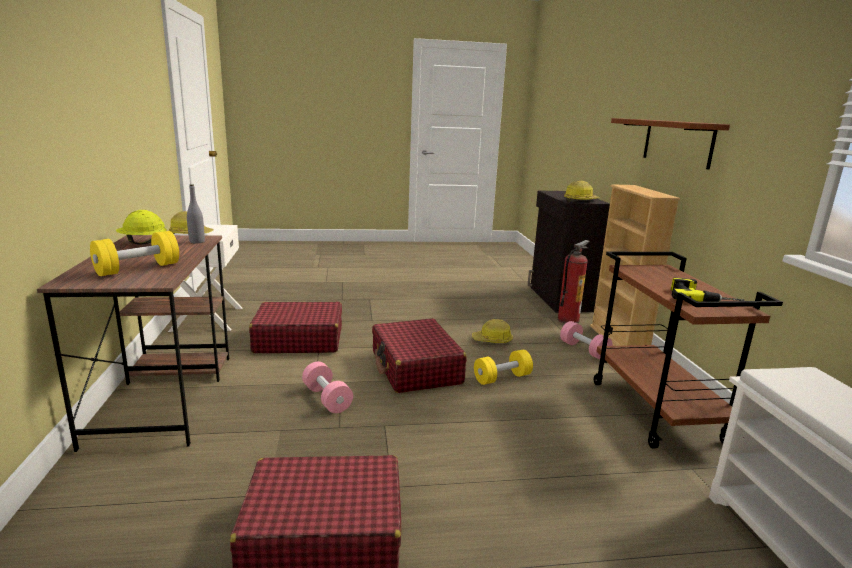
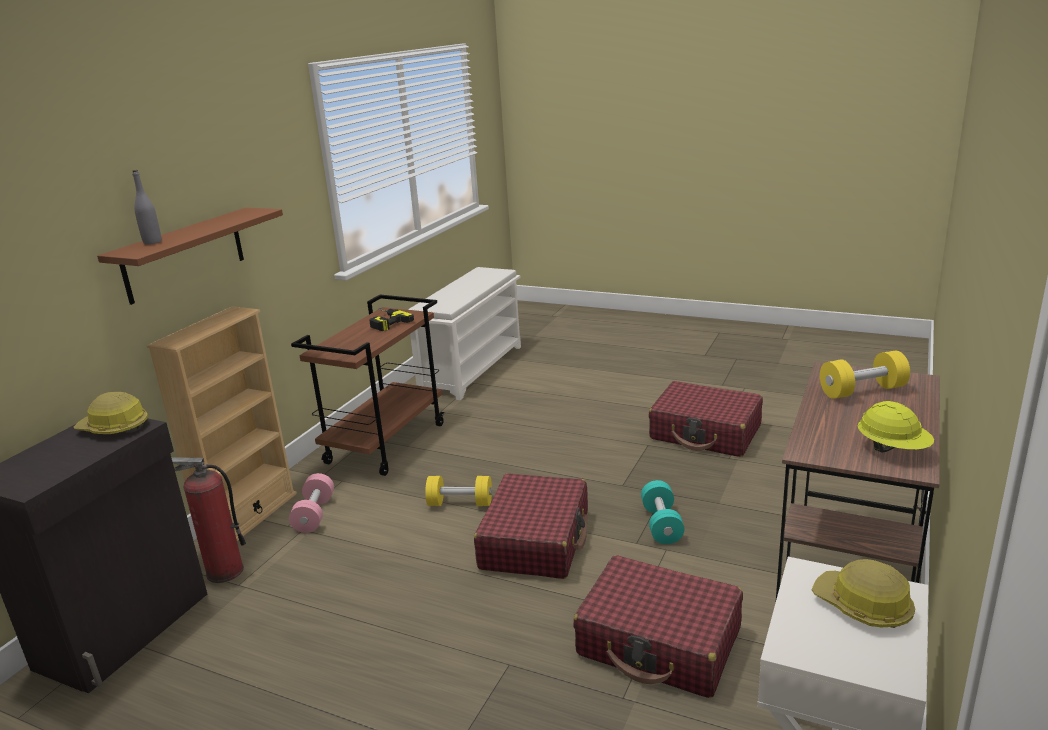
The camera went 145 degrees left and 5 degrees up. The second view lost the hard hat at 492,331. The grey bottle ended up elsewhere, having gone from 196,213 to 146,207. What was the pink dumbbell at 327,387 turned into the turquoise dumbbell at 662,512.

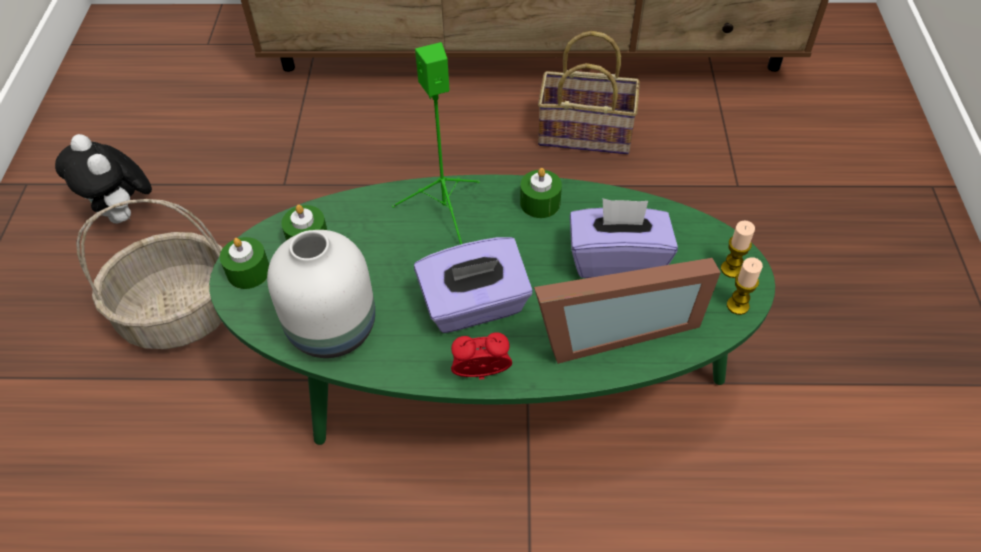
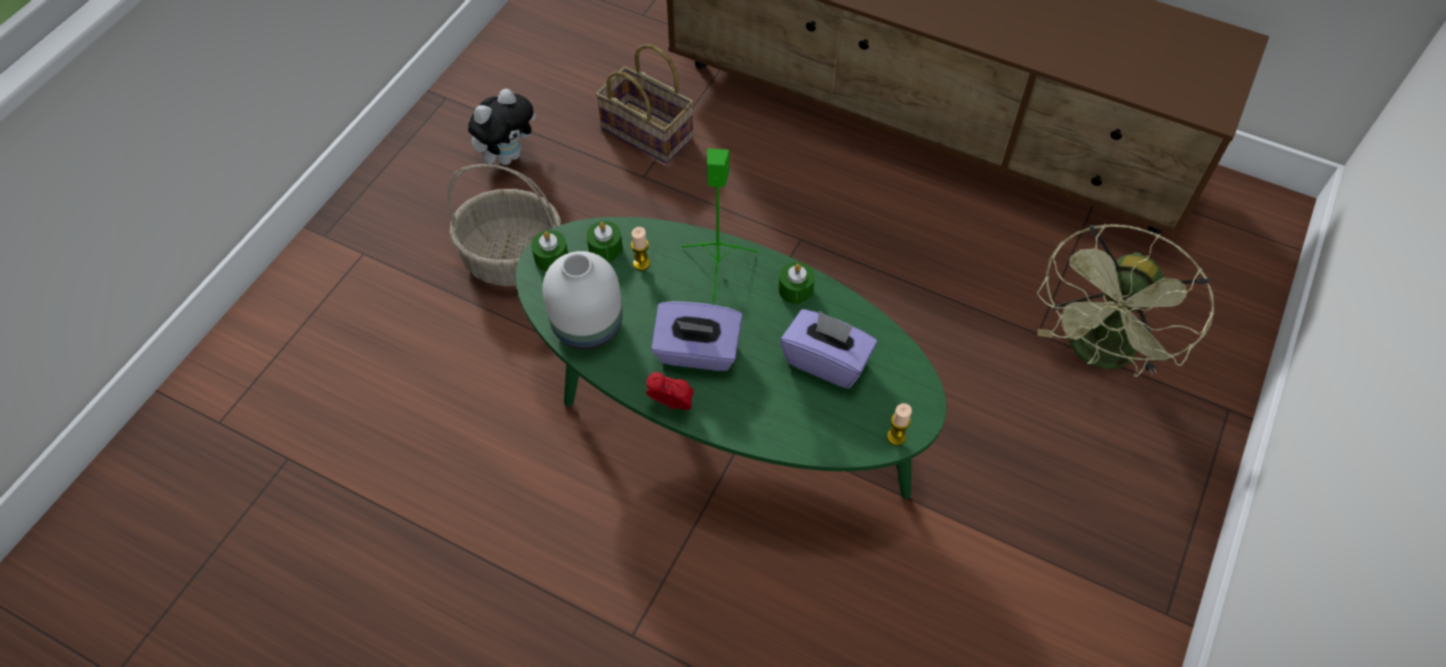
The camera went 25 degrees right and 5 degrees up. The second view lost the picture frame at 627,311. The second view gained the green fan at 1125,300. The basket ended up elsewhere, having gone from 589,92 to 644,104. The candle ended up elsewhere, having gone from 738,249 to 640,248. The plush toy at 103,179 ended up facing another way, 120 degrees counterclockwise from before.

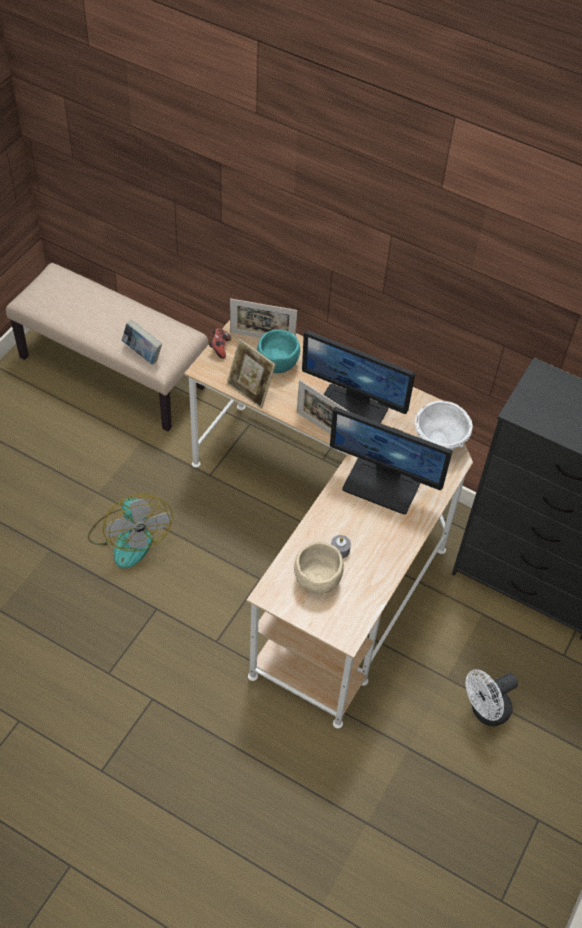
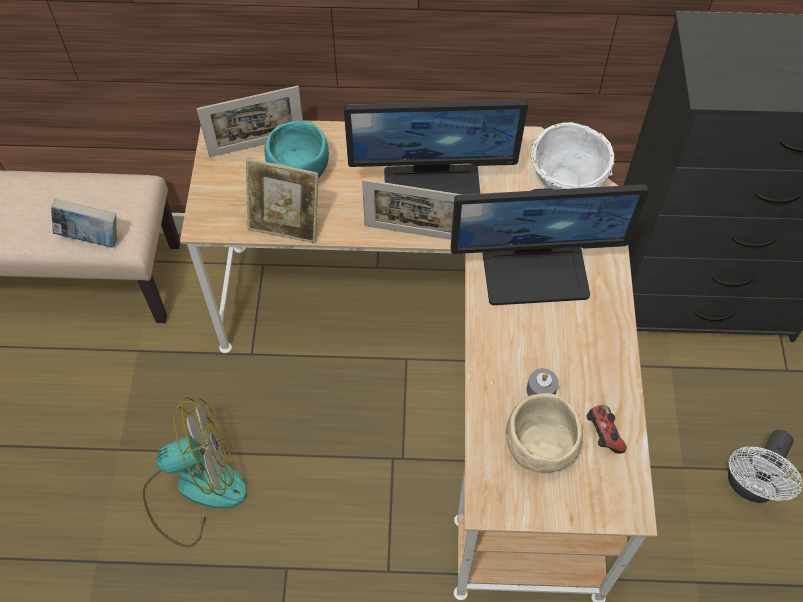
The camera went 25 degrees left and 5 degrees up. The game controller ended up elsewhere, having gone from 220,343 to 606,429. The fan at 130,531 ended up facing another way, 60 degrees counterclockwise from before.

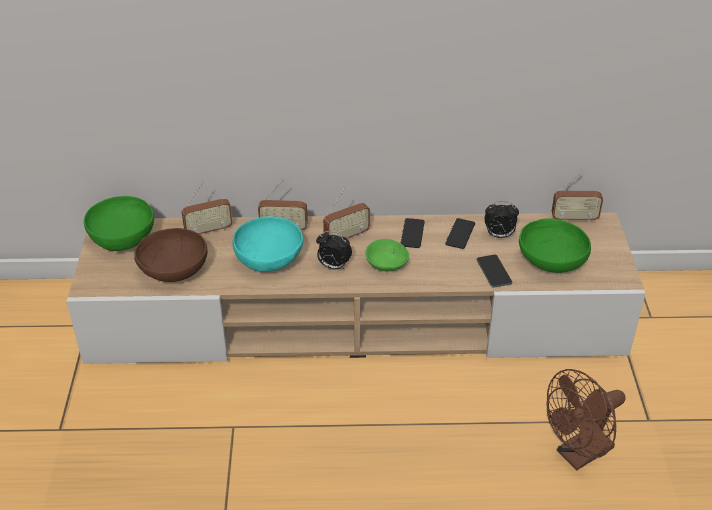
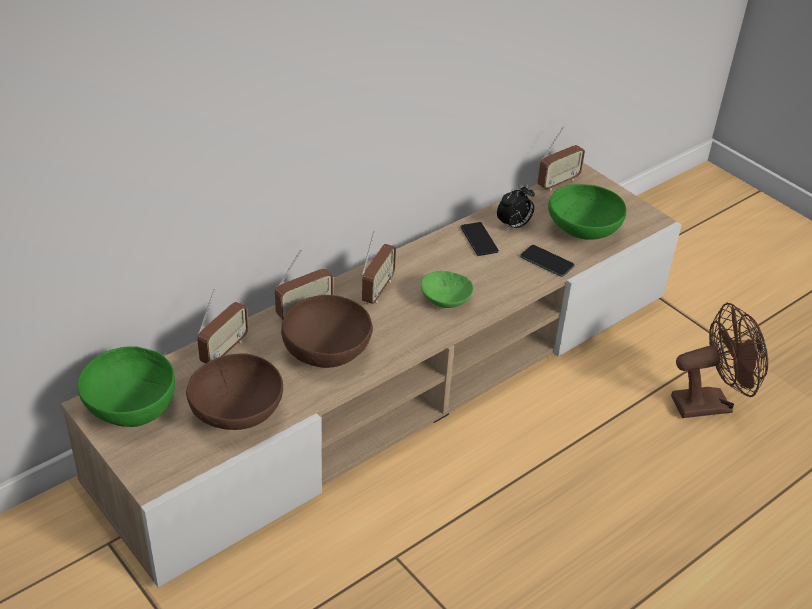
The camera went 40 degrees left and 0 degrees up. The second view lost the alarm clock at 334,250. The second view lost the phone at 413,233. What was the turquoise bowl at 268,244 turned into the brown bowl at 327,331. The brown fan at 586,419 ended up facing another way, 120 degrees counterclockwise from before.

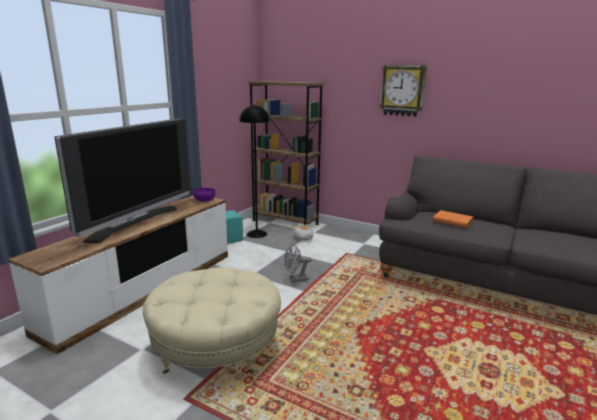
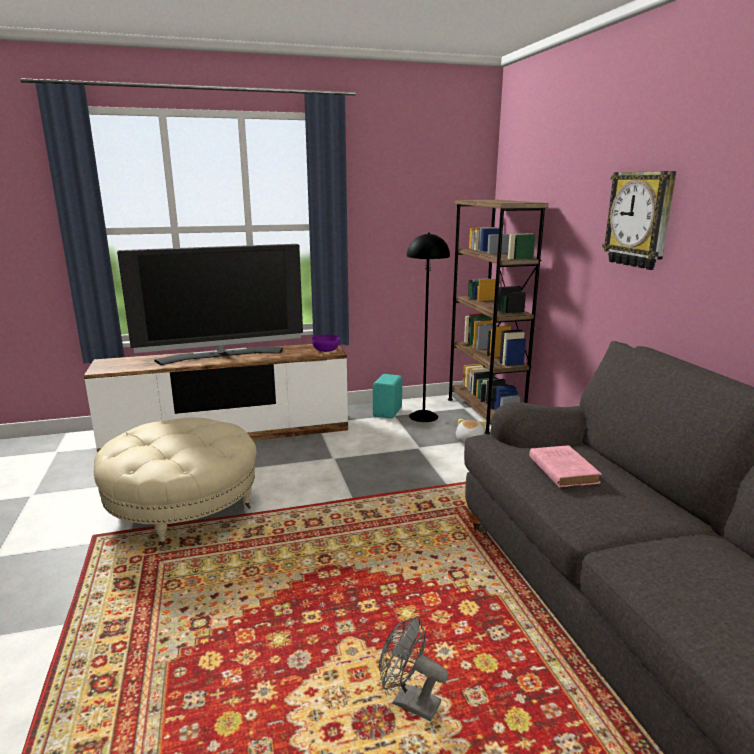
The camera went 45 degrees right and 0 degrees up. The grey fan ended up elsewhere, having gone from 298,263 to 413,668. What was the orange book at 453,219 turned into the pink book at 565,466.

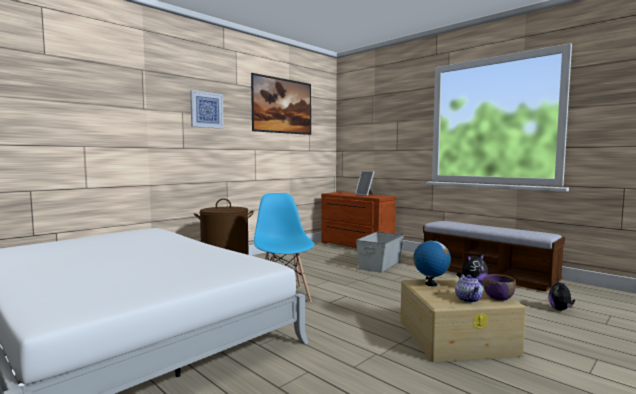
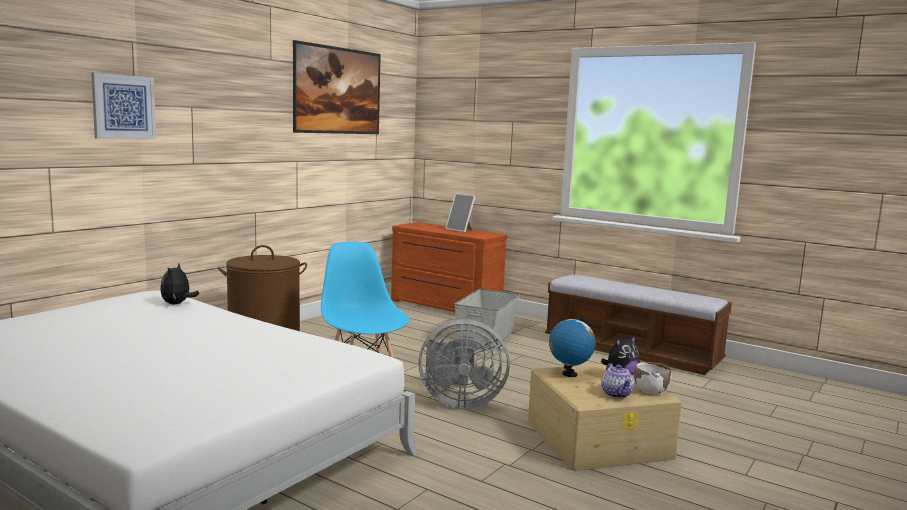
The camera went 10 degrees left and 5 degrees up. The second view gained the grey fan at 464,364. The picture ended up elsewhere, having gone from 207,109 to 123,105. The plush toy ended up elsewhere, having gone from 561,294 to 179,283. What was the purple bowl at 499,287 turned into the white bowl at 653,378.

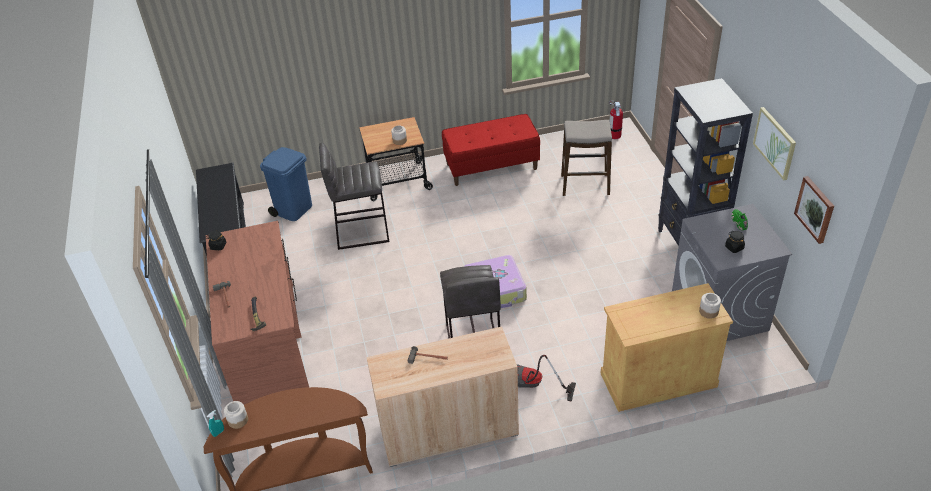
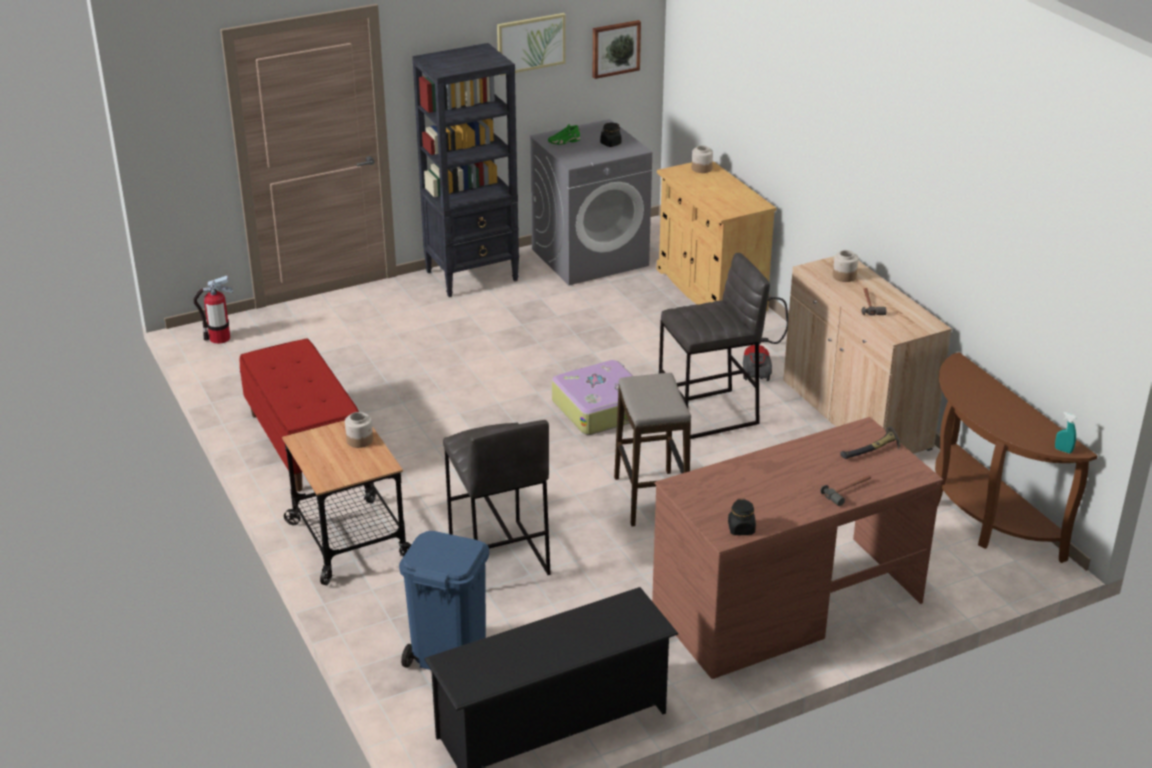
The camera went 105 degrees left and 10 degrees down. The jar ended up elsewhere, having gone from 236,415 to 846,266. The stool ended up elsewhere, having gone from 586,158 to 652,449.

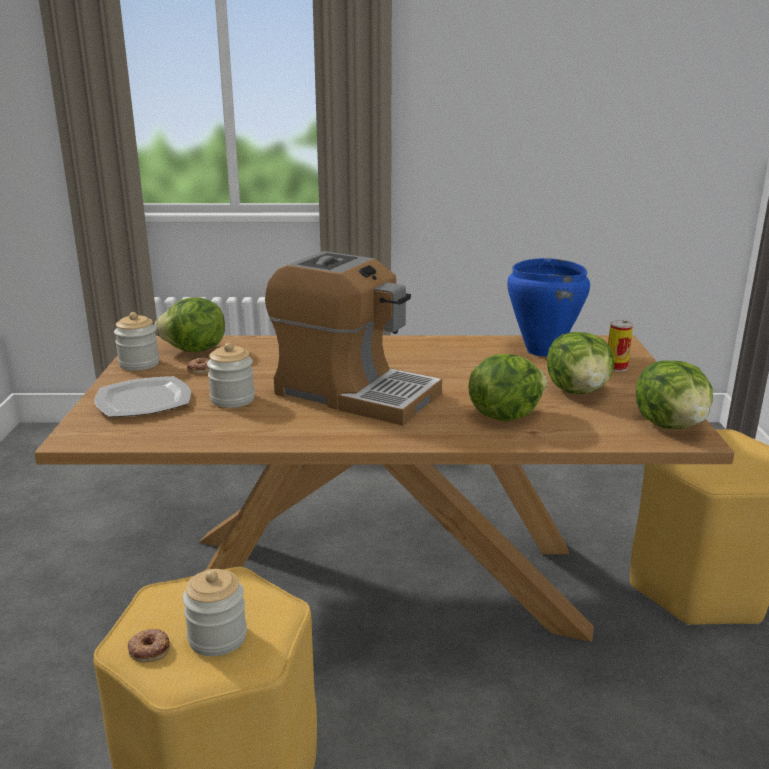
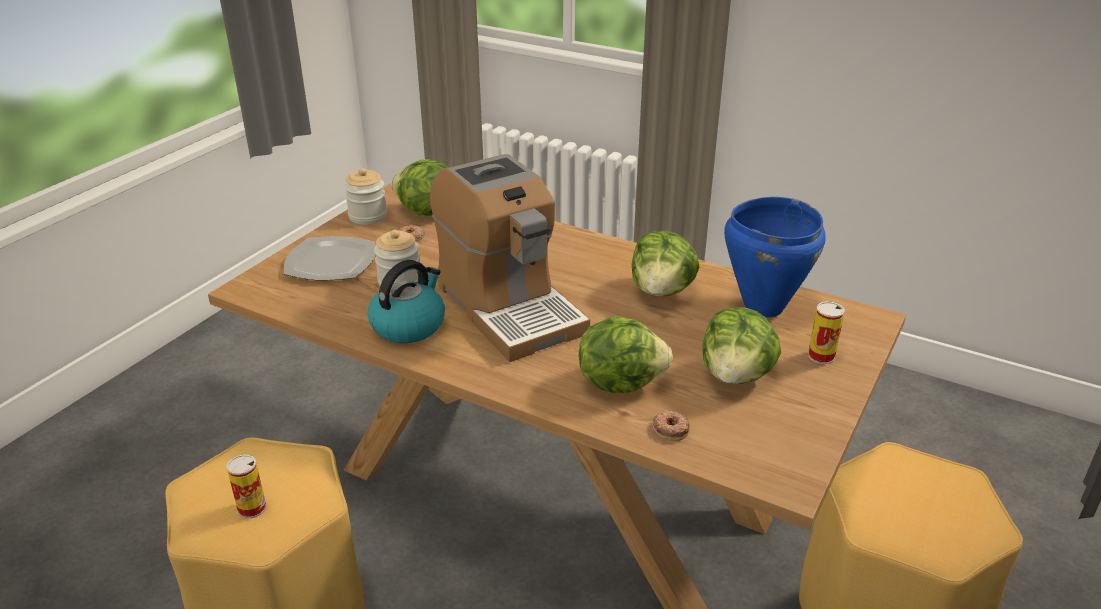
The camera went 30 degrees right and 10 degrees up. The second view gained the kettle at 406,301. The donut ended up elsewhere, having gone from 149,646 to 671,426. The lettuce ended up elsewhere, having gone from 674,394 to 665,263. Where the jar stood at 215,612, the can came to stand at 246,486.

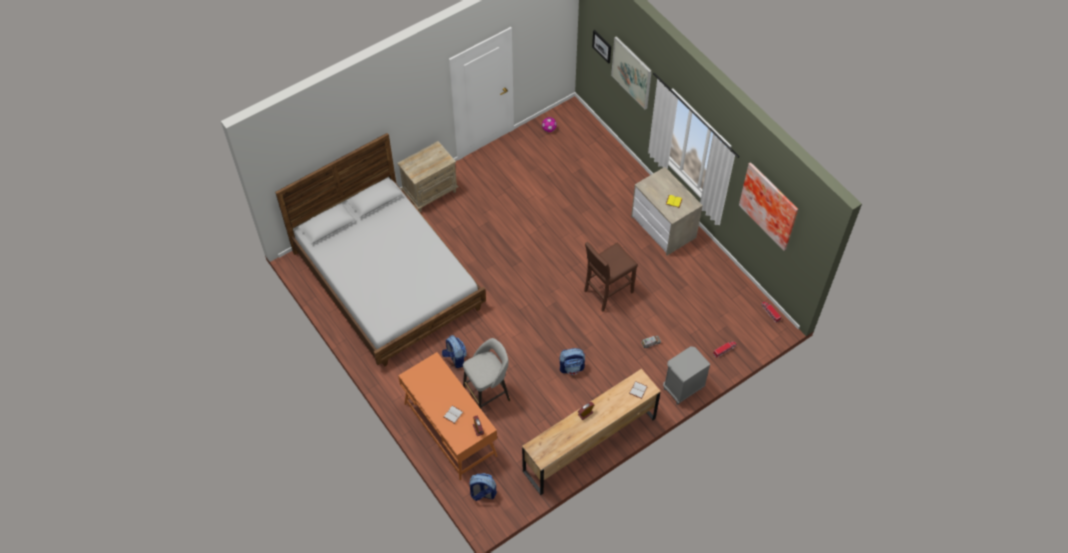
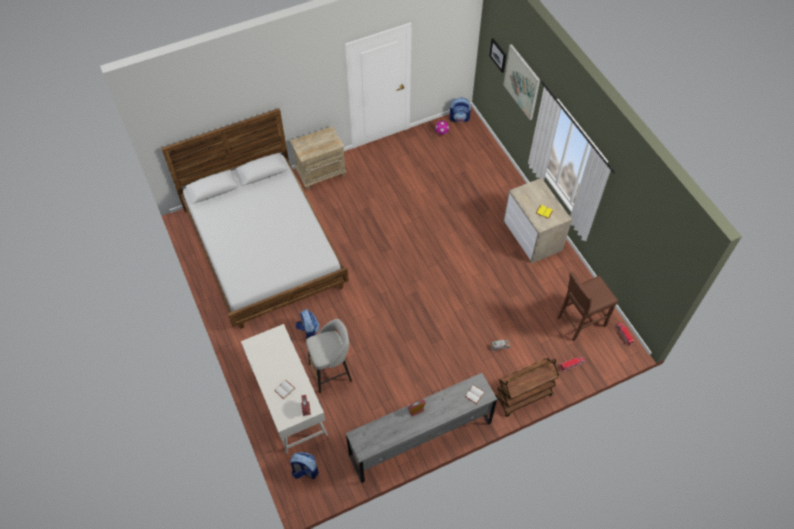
The camera went 10 degrees right and 0 degrees up. The second view lost the picture at 768,206. The backpack ended up elsewhere, having gone from 572,361 to 460,110. The brown stool ended up elsewhere, having gone from 611,277 to 587,306. Where the grey nightstand stood at 687,375, the brown cart came to stand at 527,387. What was the orange desk at 447,416 turned into the white desk at 284,389. What was the brown dresser at 591,432 turned into the grey dresser at 421,428.

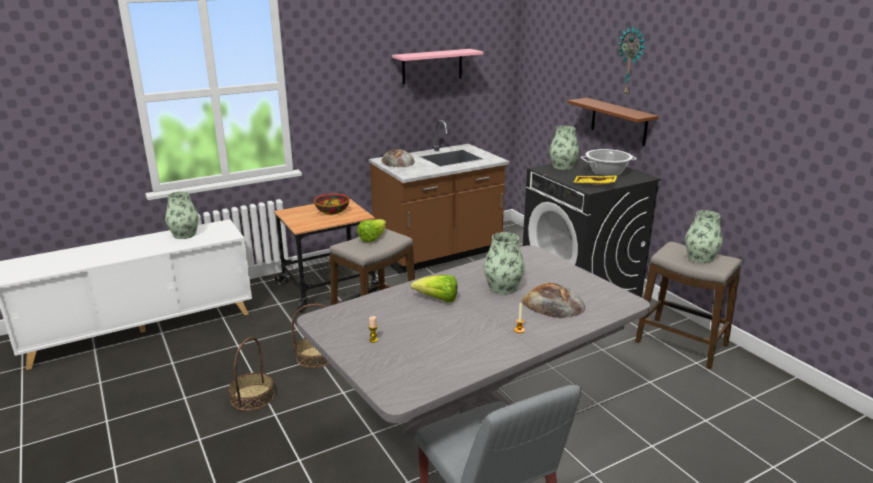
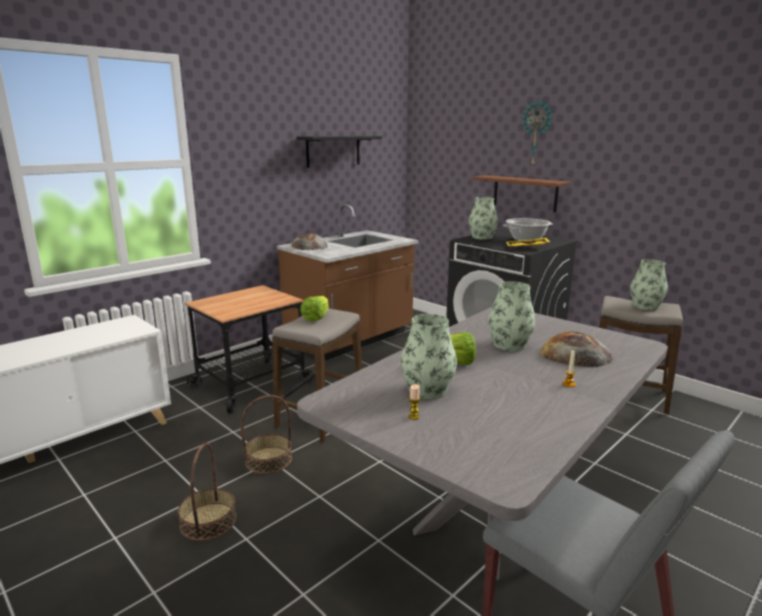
The camera went 15 degrees left and 5 degrees down. The second view lost the bowl at 331,204. The vase ended up elsewhere, having gone from 182,215 to 429,356. What was the pink shelf at 437,66 turned into the black shelf at 339,152.

